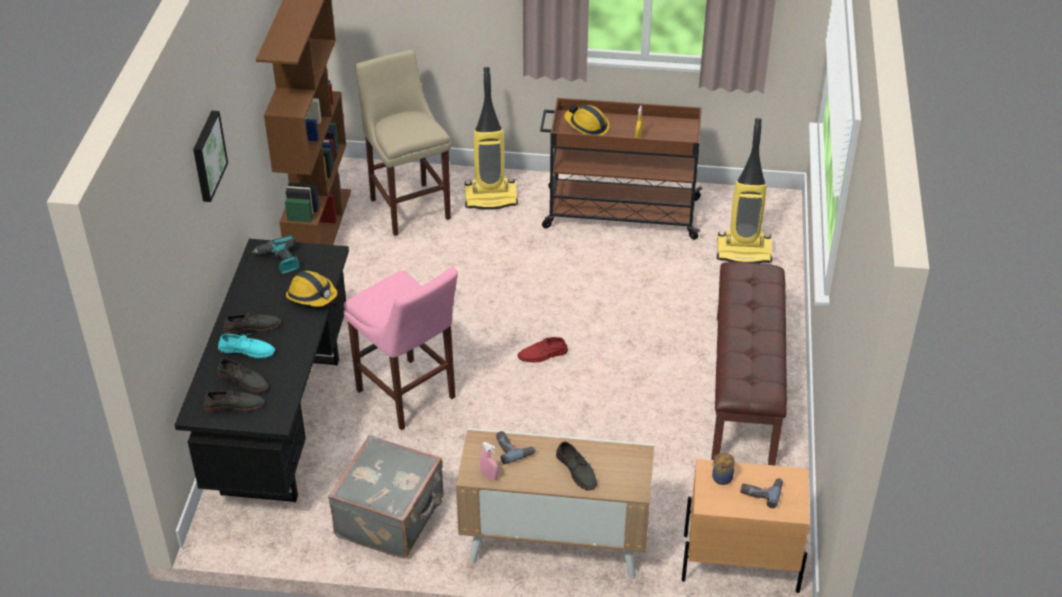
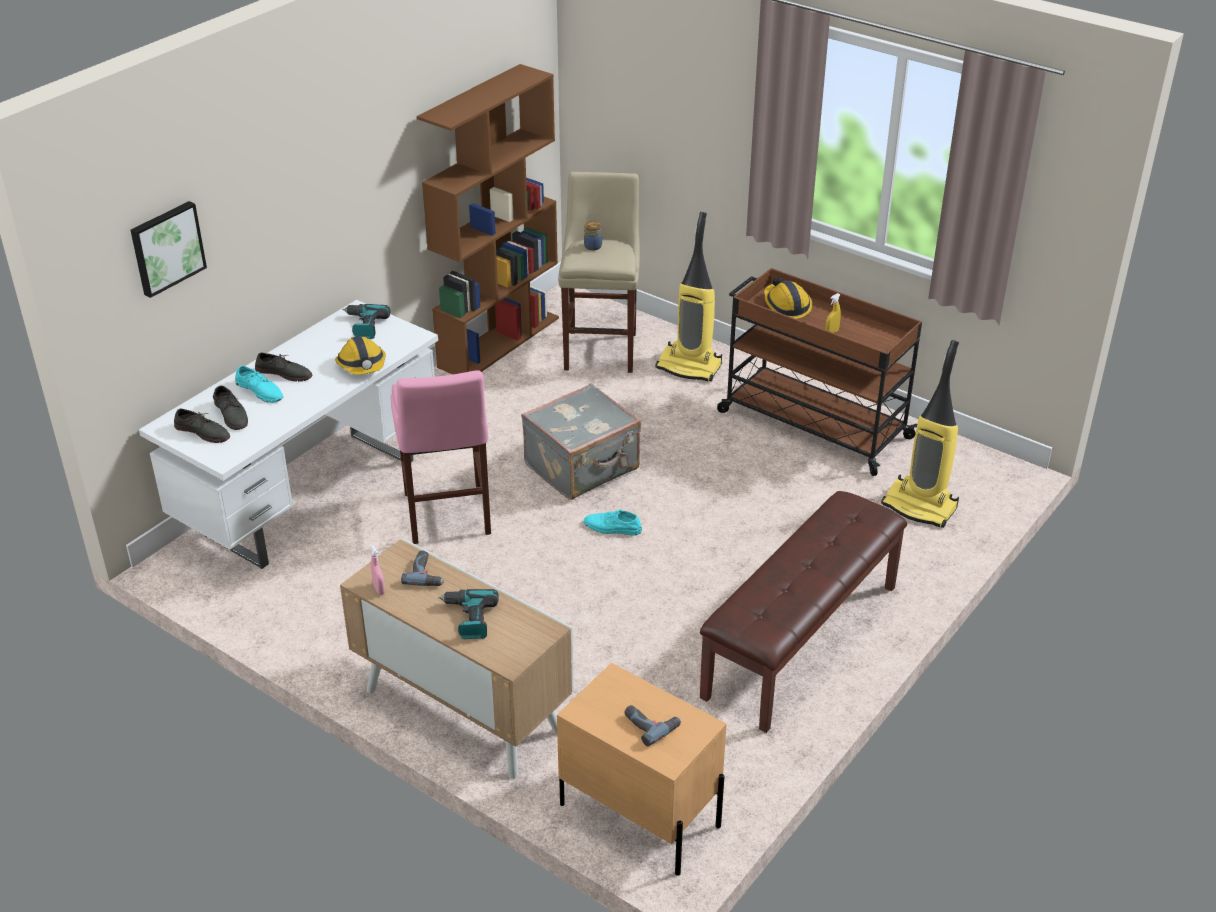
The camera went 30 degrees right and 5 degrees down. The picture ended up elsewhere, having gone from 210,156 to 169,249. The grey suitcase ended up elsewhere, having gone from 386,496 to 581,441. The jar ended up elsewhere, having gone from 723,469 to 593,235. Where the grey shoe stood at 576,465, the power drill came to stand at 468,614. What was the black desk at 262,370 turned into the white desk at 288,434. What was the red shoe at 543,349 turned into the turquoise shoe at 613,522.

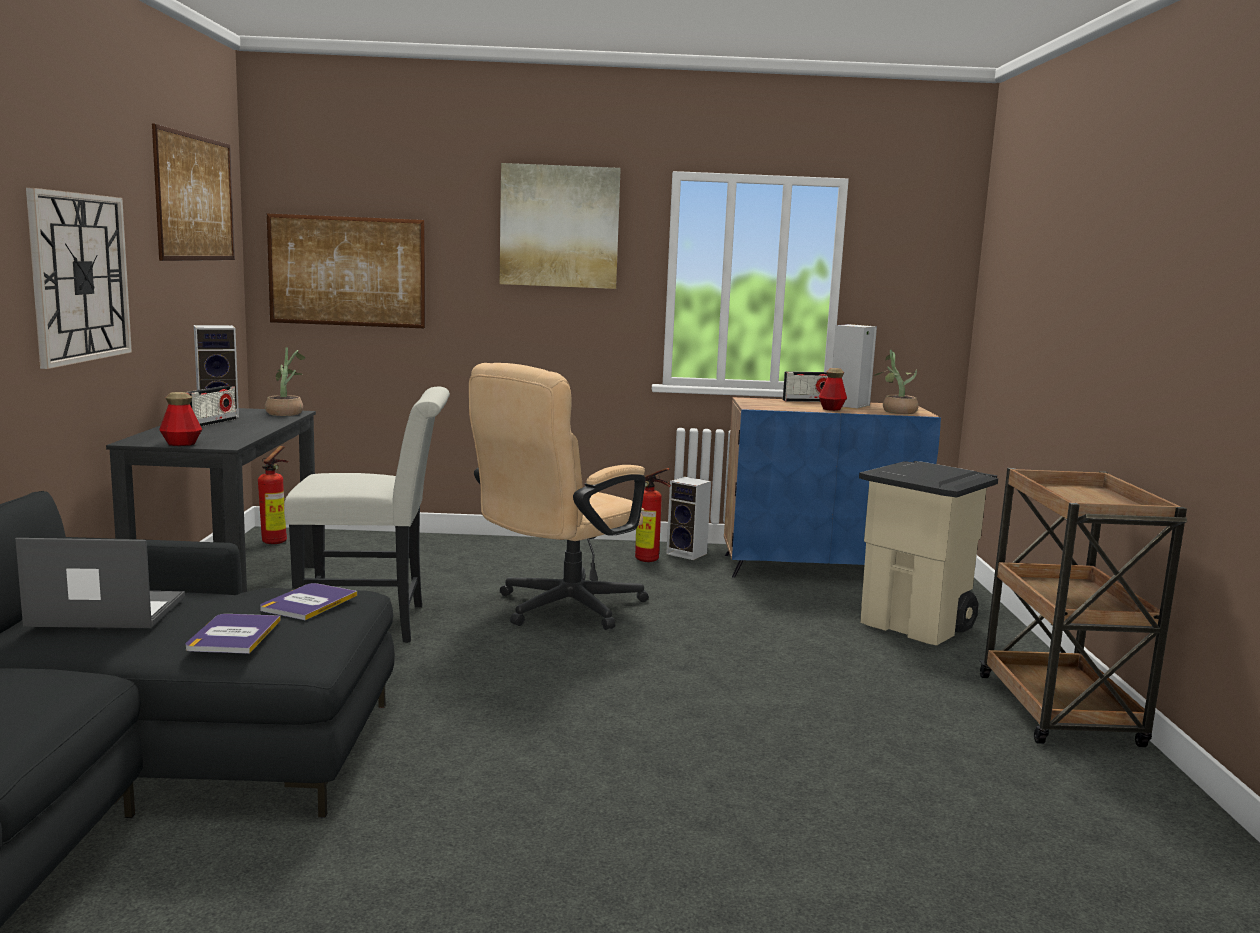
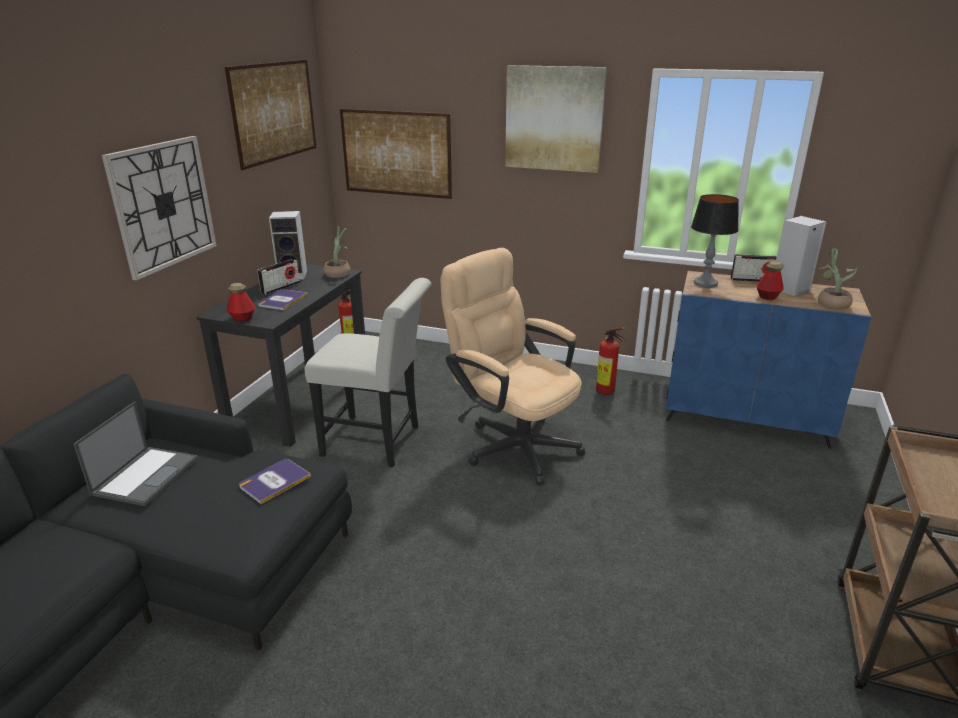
The camera went 20 degrees right and 15 degrees up. The second view lost the speaker at 688,518. The second view lost the beige trash can at 928,553. The second view gained the table lamp at 715,241. The book ended up elsewhere, having gone from 233,634 to 283,299. The laptop at 100,583 ended up facing another way, 90 degrees clockwise from before. The beige office chair at 559,496 ended up facing another way, 75 degrees clockwise from before.

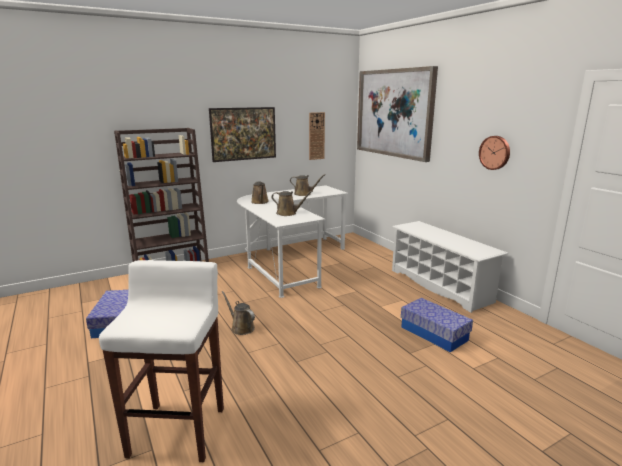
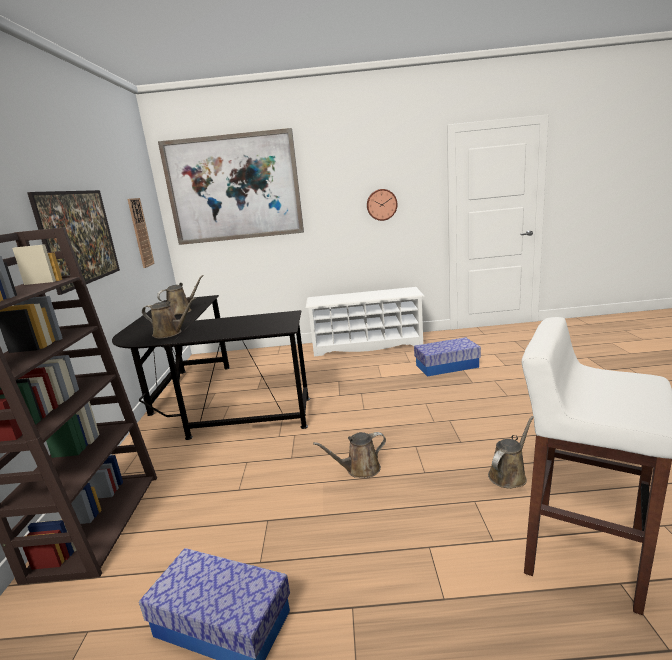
The camera went 60 degrees left and 0 degrees up. The brown watering can ended up elsewhere, having gone from 292,203 to 511,452. What was the white desk at 292,241 turned into the black desk at 211,367.

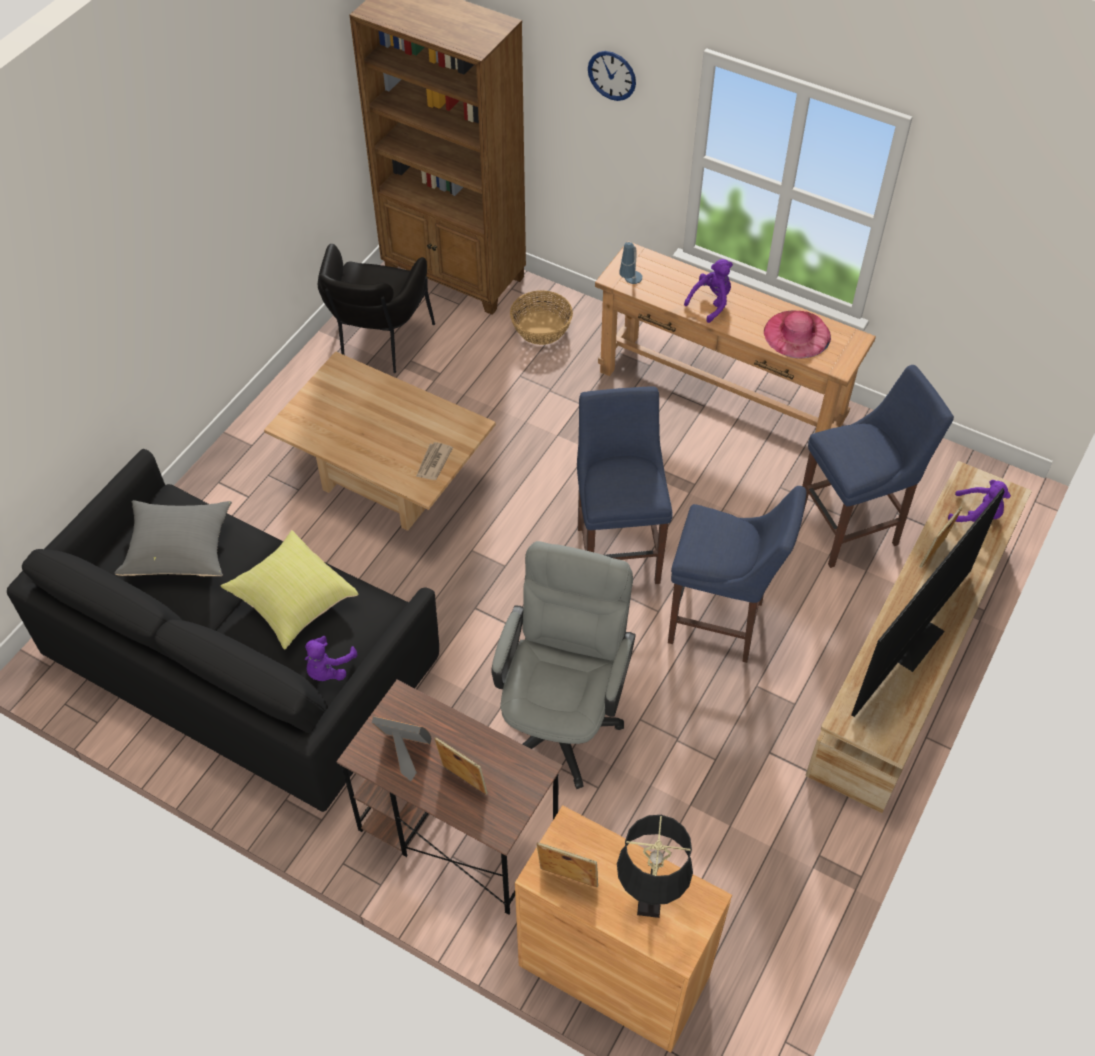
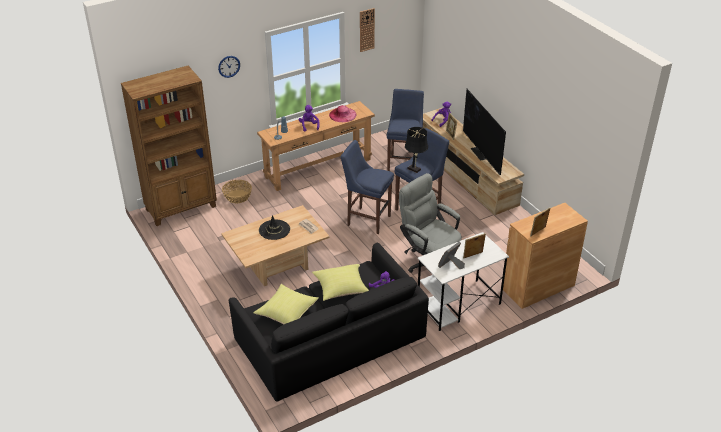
The camera went 60 degrees left and 15 degrees down. The second view lost the black armchair at 376,308. The second view gained the black hat at 274,227. The second view gained the wall clock at 367,30. The black table lamp ended up elsewhere, having gone from 655,866 to 416,150. What was the grey pillow at 173,538 turned into the yellow pillow at 286,304. What was the brown desk at 449,797 turned into the white desk at 463,281.

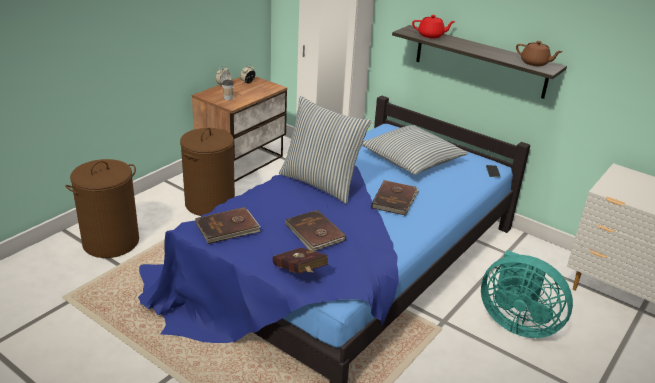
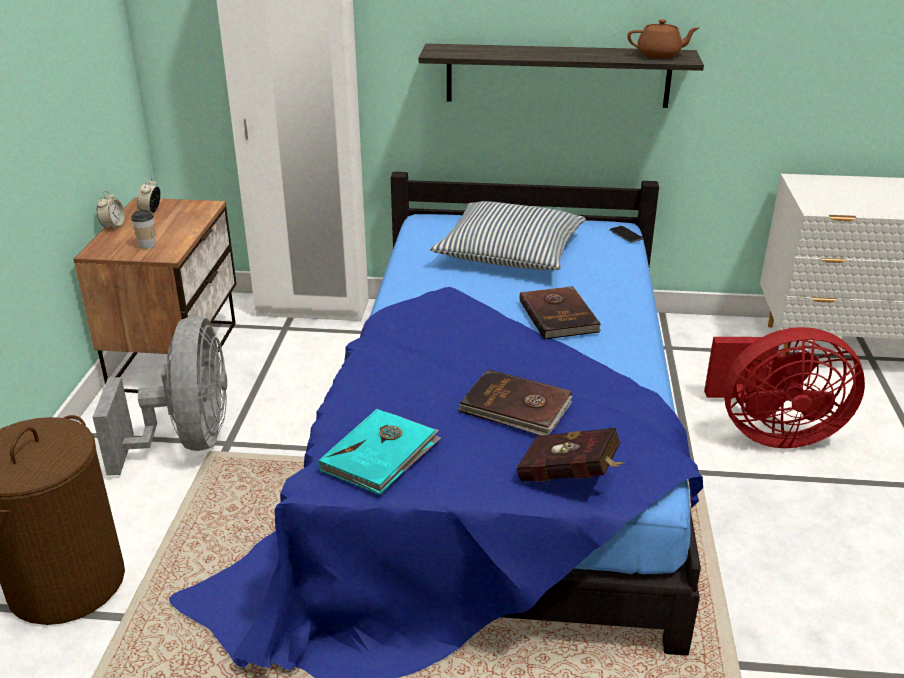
The camera went 30 degrees left and 0 degrees up. The second view lost the pillow at 325,150. The second view lost the red teapot at 434,26. Where the brown laundry basket stood at 207,172, the grey fan came to stand at 160,396. What was the brown book at 228,225 turned into the turquoise book at 379,452. What was the turquoise fan at 527,294 turned into the red fan at 784,387.

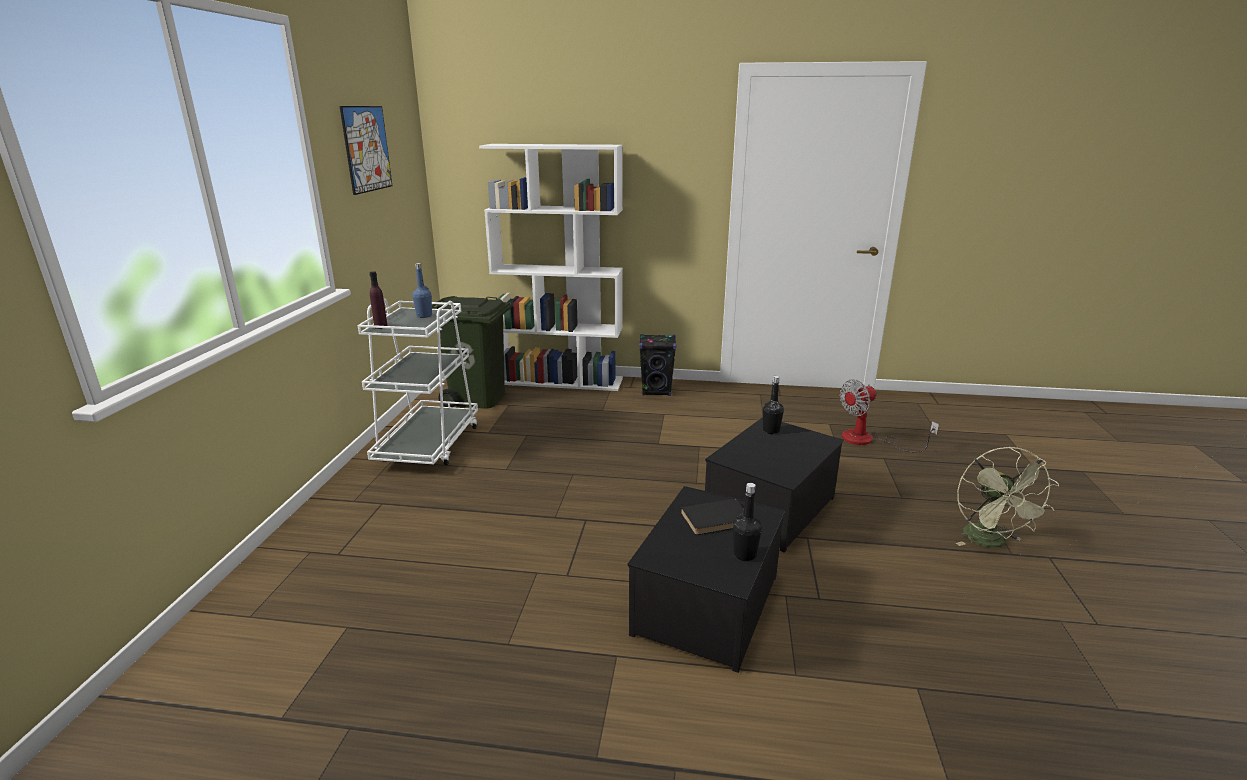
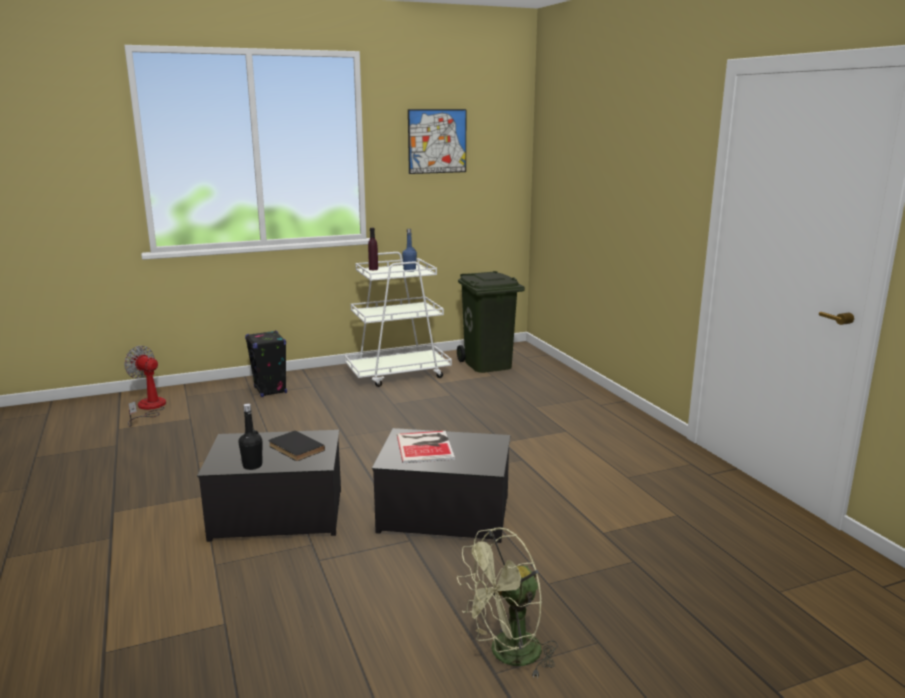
The camera went 60 degrees right and 5 degrees down. The second view lost the white bookcase at 551,267. The second view lost the black bottle at 773,405. The second view gained the book at 426,447. The black speaker ended up elsewhere, having gone from 657,365 to 266,363. The fan ended up elsewhere, having gone from 889,416 to 145,386.

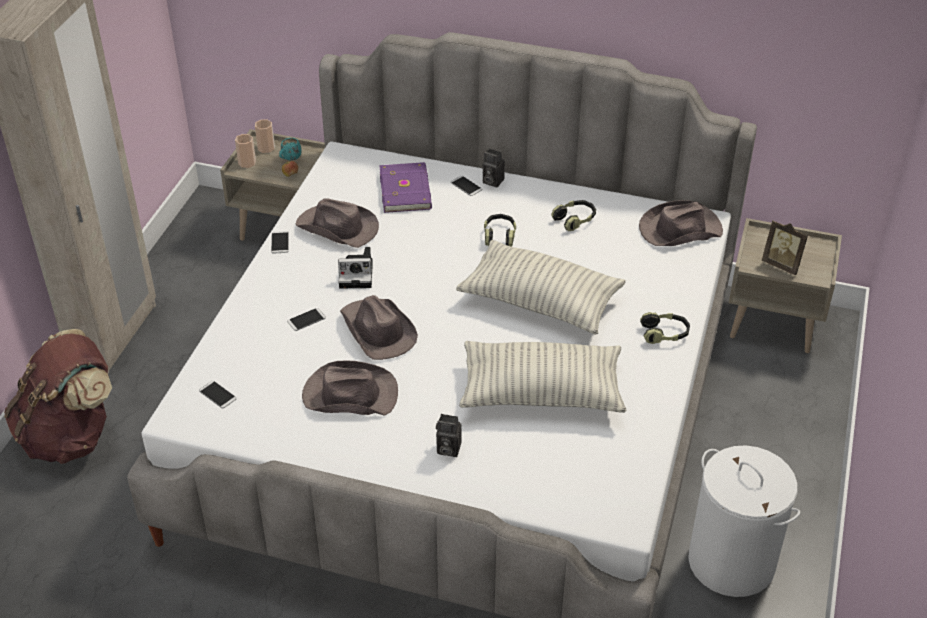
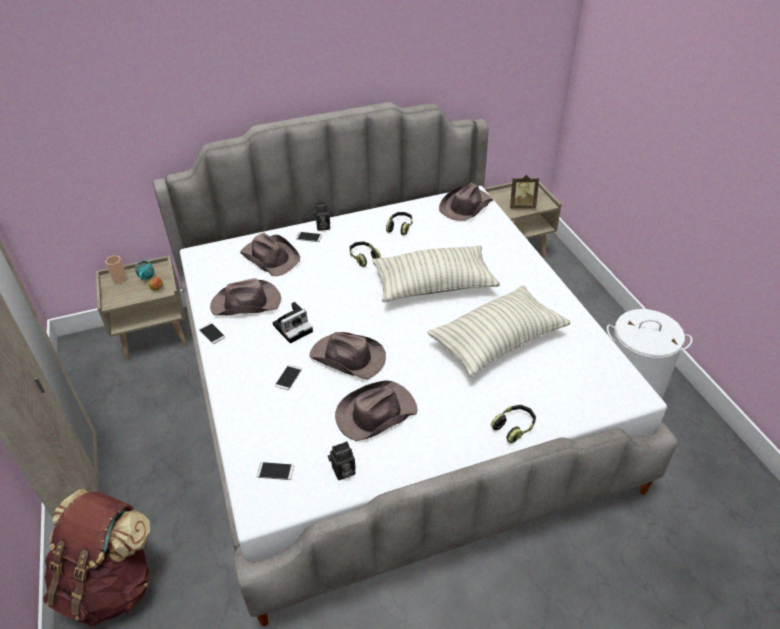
The camera went 35 degrees left and 0 degrees up. The second view lost the cup at 245,151. The photo camera ended up elsewhere, having gone from 449,435 to 342,460. The headphones ended up elsewhere, having gone from 665,328 to 513,424. Where the purple book stood at 405,187, the brown hat came to stand at 270,254.

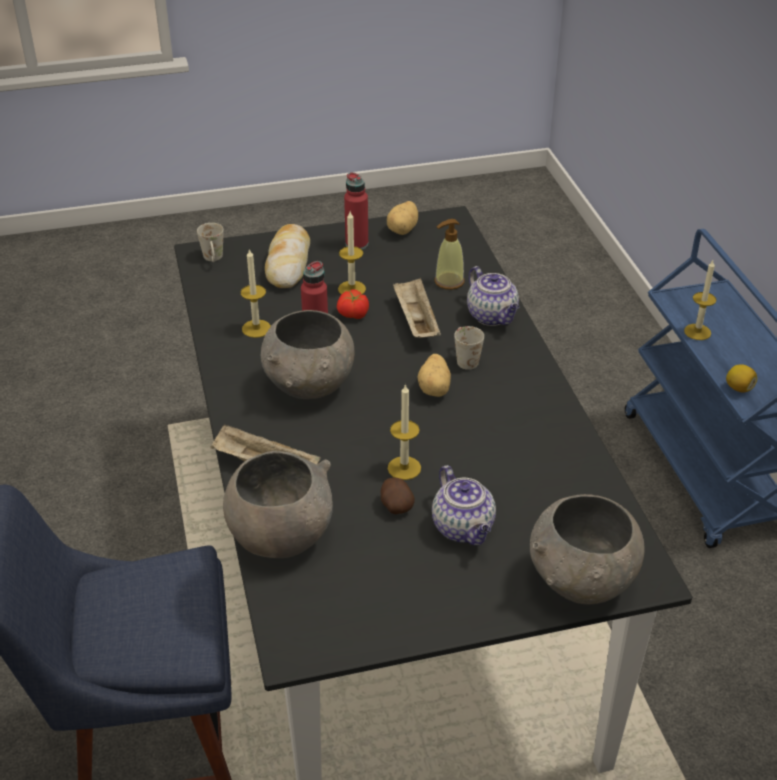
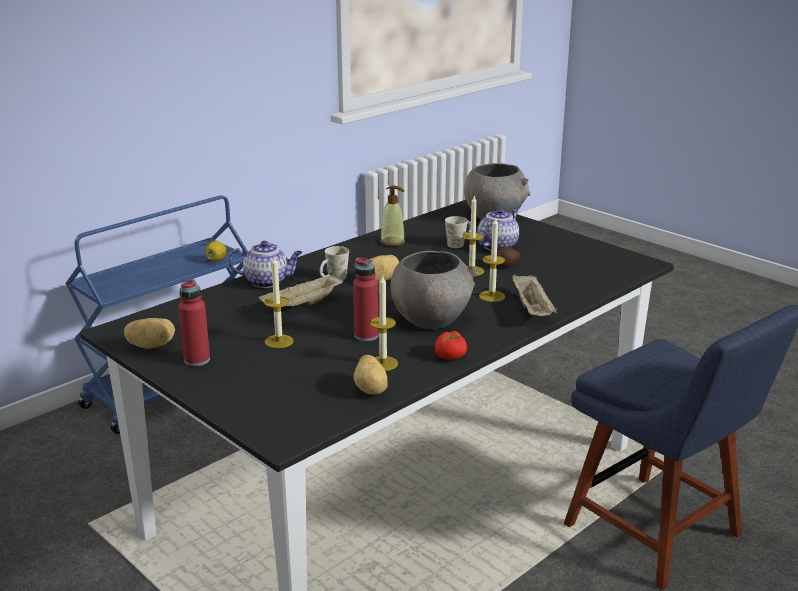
The camera went 120 degrees left and 15 degrees down. The second view lost the grey bowl at 278,504. The second view lost the bread at 287,256. The second view gained the potato at 370,375. The white mug ended up elsewhere, having gone from 210,242 to 458,232. The tomato ended up elsewhere, having gone from 353,304 to 451,345. The soap dispenser ended up elsewhere, having gone from 449,254 to 392,215. The candle ended up elsewhere, having gone from 700,300 to 492,259. The teapot at 493,296 ended up facing another way, 60 degrees clockwise from before.

